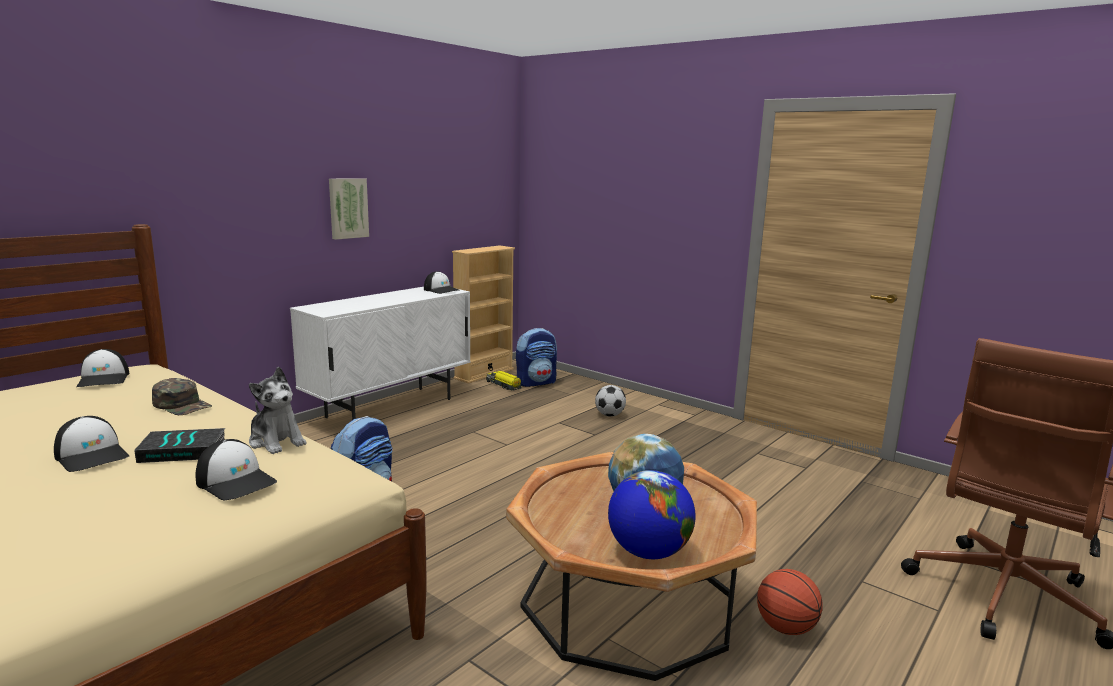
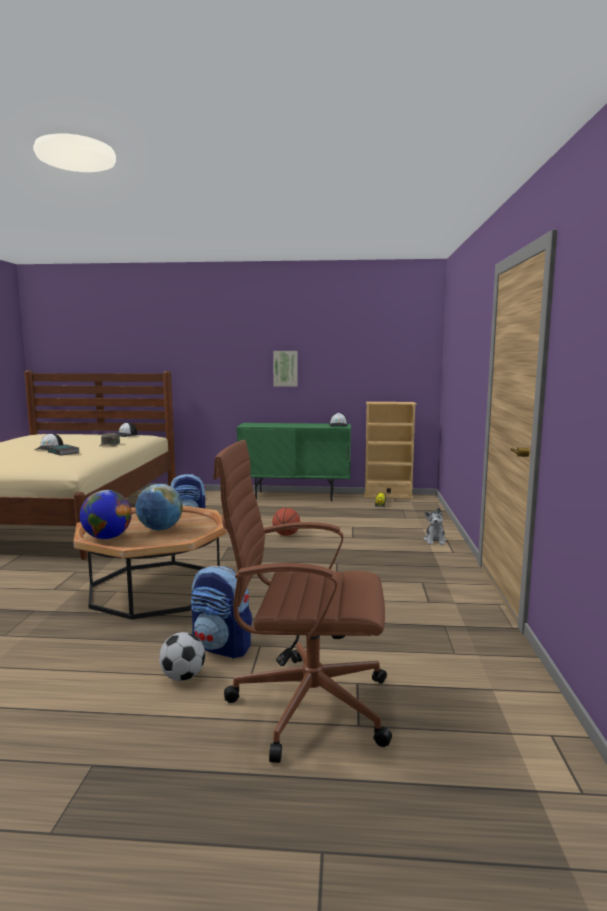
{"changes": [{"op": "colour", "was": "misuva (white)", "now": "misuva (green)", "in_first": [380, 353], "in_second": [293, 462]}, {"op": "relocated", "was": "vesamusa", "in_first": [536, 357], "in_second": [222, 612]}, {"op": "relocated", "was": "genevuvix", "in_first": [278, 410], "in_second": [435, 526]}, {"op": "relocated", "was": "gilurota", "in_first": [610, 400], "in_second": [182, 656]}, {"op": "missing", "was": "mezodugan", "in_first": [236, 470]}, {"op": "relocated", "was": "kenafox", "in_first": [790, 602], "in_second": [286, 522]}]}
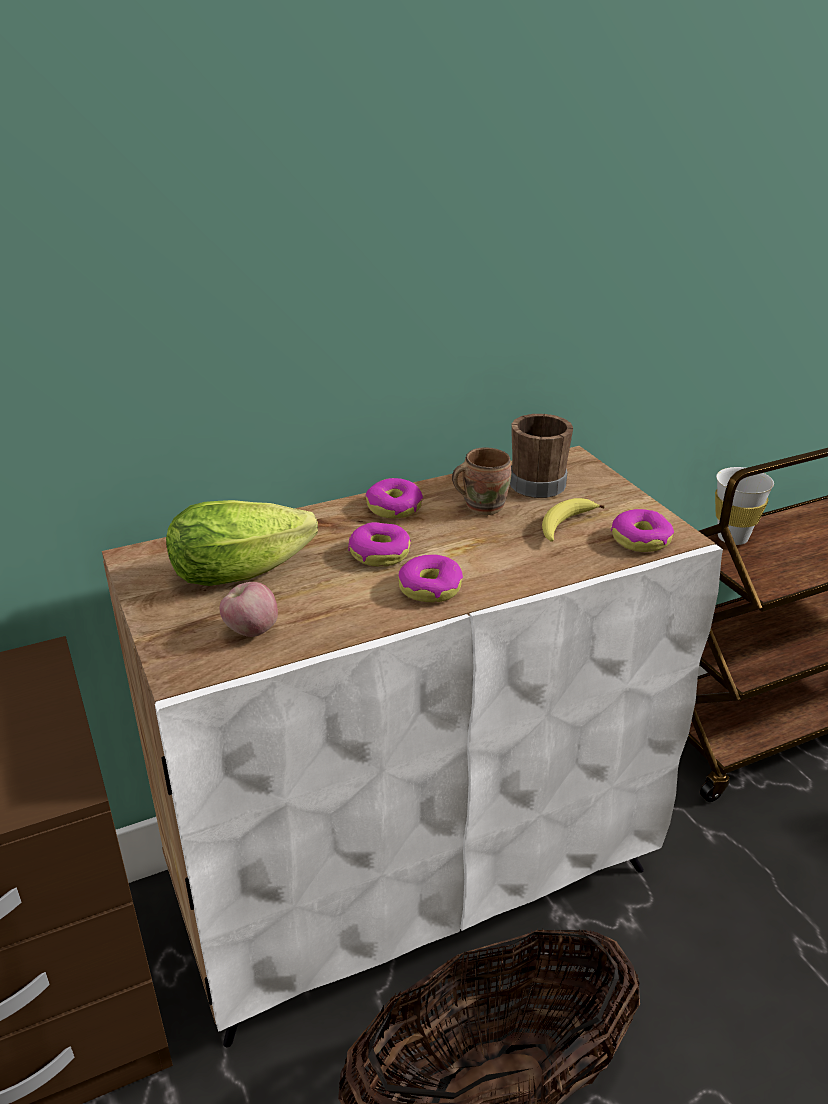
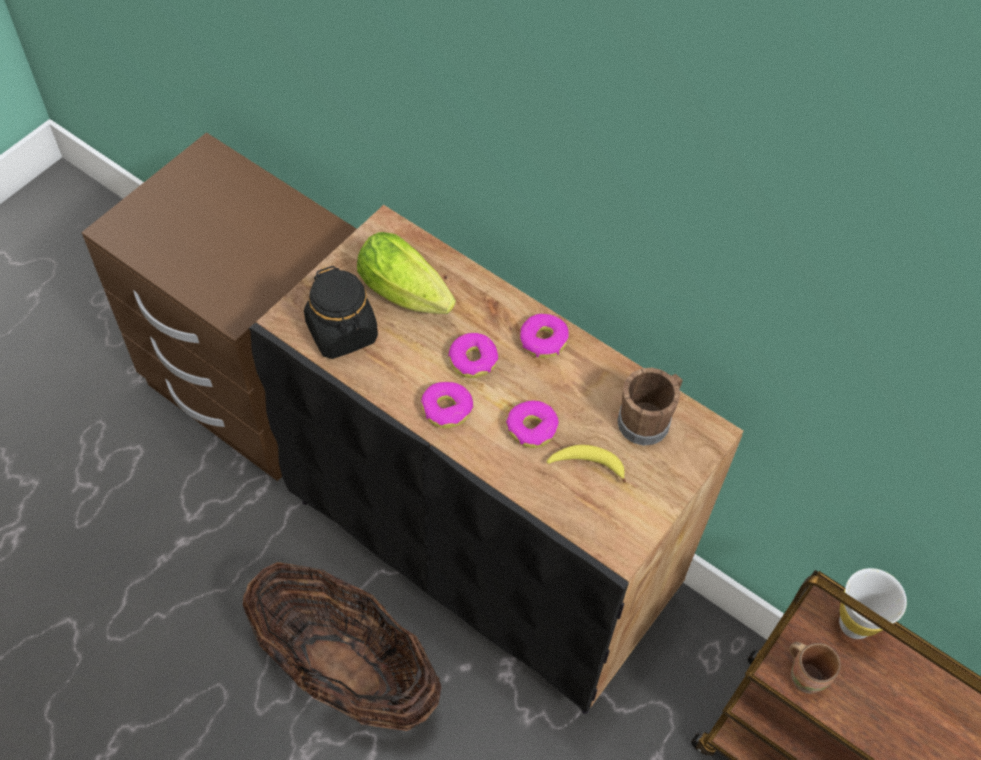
{"changes": [{"op": "colour", "was": "misuva (white)", "now": "misuva (black)", "in_first": [412, 747], "in_second": [496, 459]}, {"op": "relocated", "was": "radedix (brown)", "in_first": [481, 481], "in_second": [815, 668]}, {"op": "relocated", "was": "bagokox", "in_first": [642, 530], "in_second": [532, 424]}, {"op": "exchanged", "was": "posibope", "now": "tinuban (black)", "in_first": [249, 609], "in_second": [341, 312]}]}
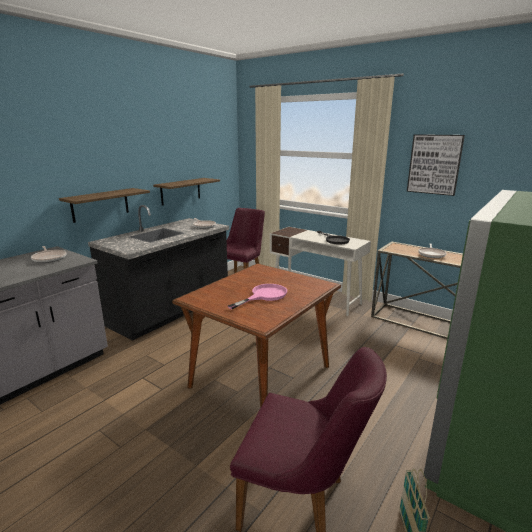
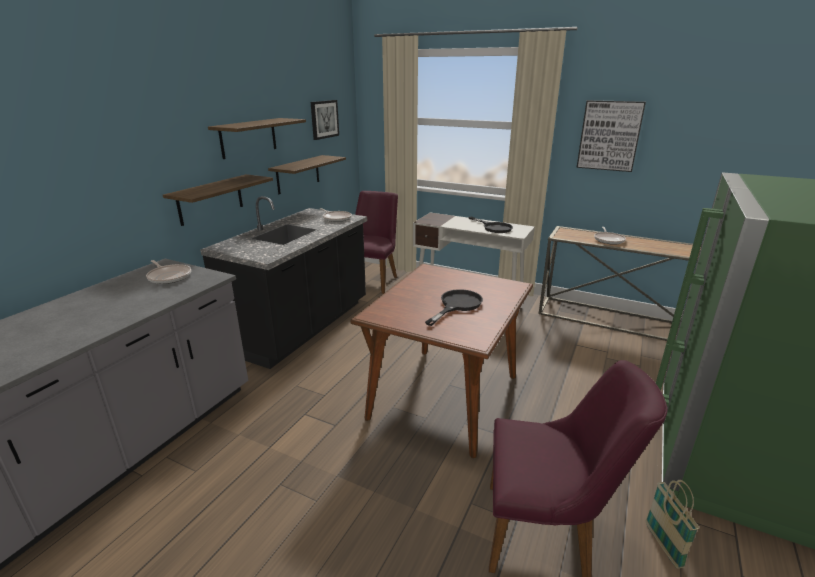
{"changes": [{"op": "colour", "was": "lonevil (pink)", "now": "lonevil (black)", "in_first": [257, 296], "in_second": [454, 307]}, {"op": "appeared", "now": "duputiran", "in_second": [325, 120]}, {"op": "appeared", "now": "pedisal", "in_second": [257, 138]}]}
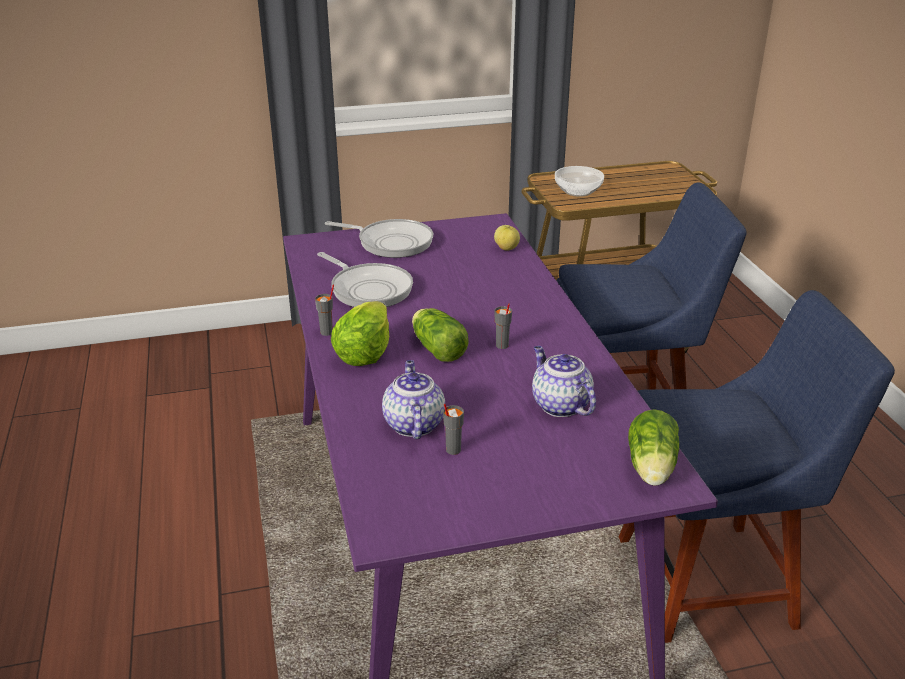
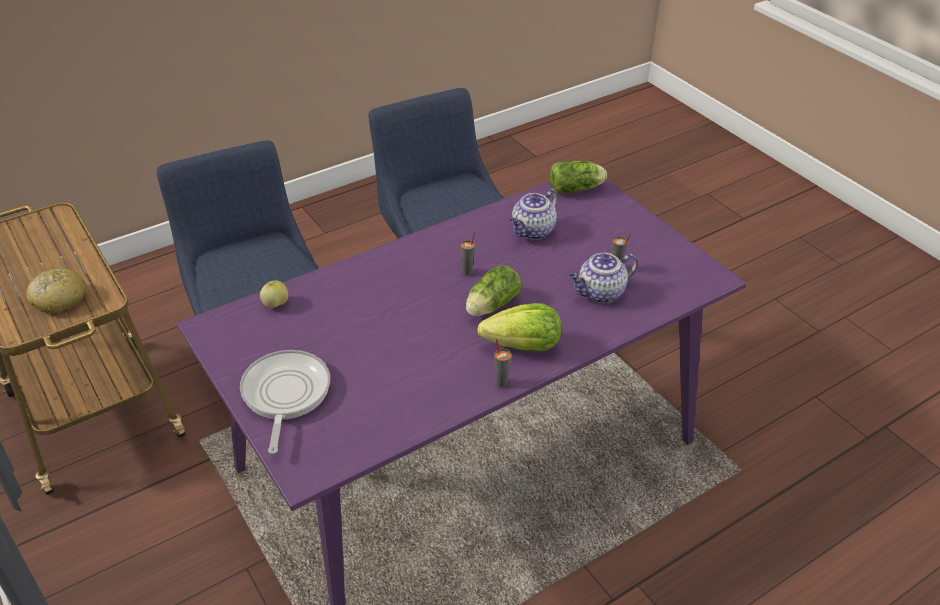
{"changes": [{"op": "exchanged", "was": "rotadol", "now": "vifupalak", "in_first": [579, 181], "in_second": [56, 290]}, {"op": "missing", "was": "lonevil", "in_first": [365, 279]}]}
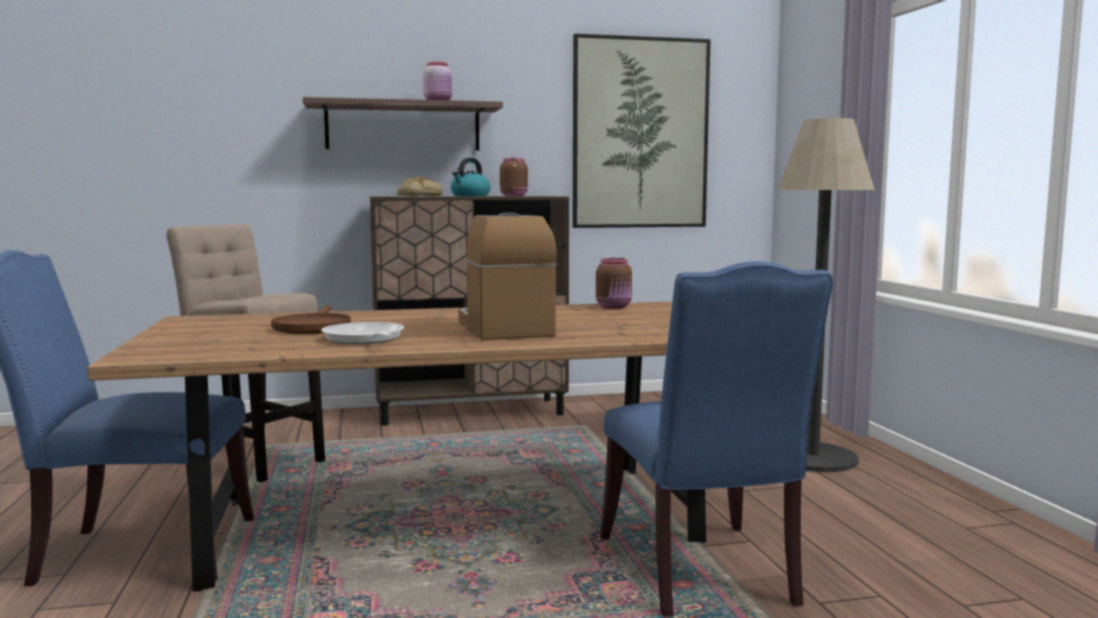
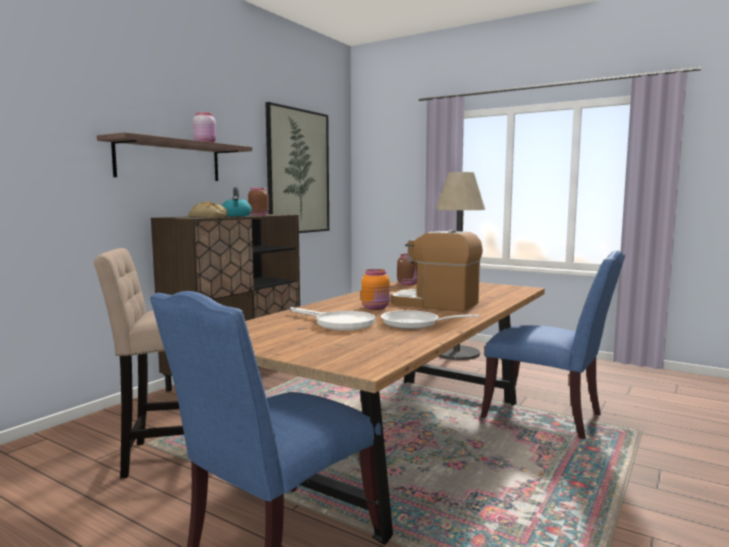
{"changes": [{"op": "colour", "was": "lonevil (brown)", "now": "lonevil (white)", "in_first": [311, 319], "in_second": [332, 319]}, {"op": "appeared", "now": "tinuban (orange)", "in_second": [375, 289]}]}
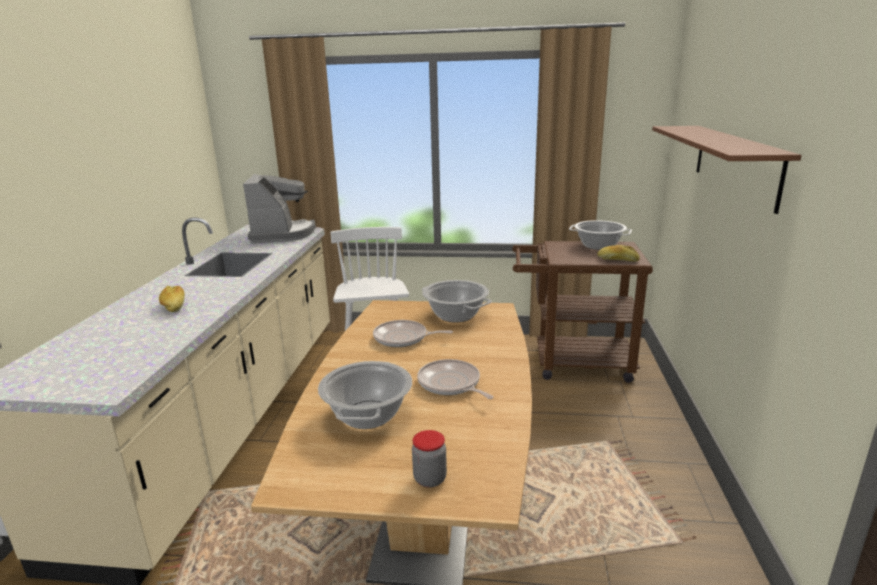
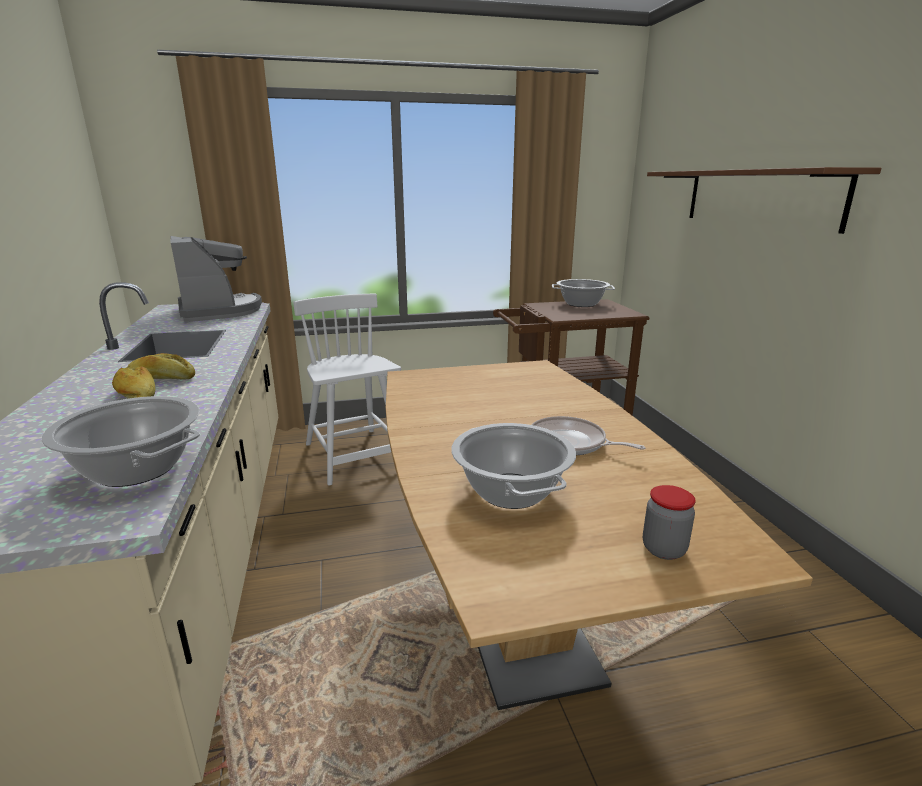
{"changes": [{"op": "relocated", "was": "vifupalak", "in_first": [618, 253], "in_second": [161, 366]}, {"op": "relocated", "was": "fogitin", "in_first": [457, 301], "in_second": [120, 441]}, {"op": "missing", "was": "lonevil", "in_first": [413, 333]}]}
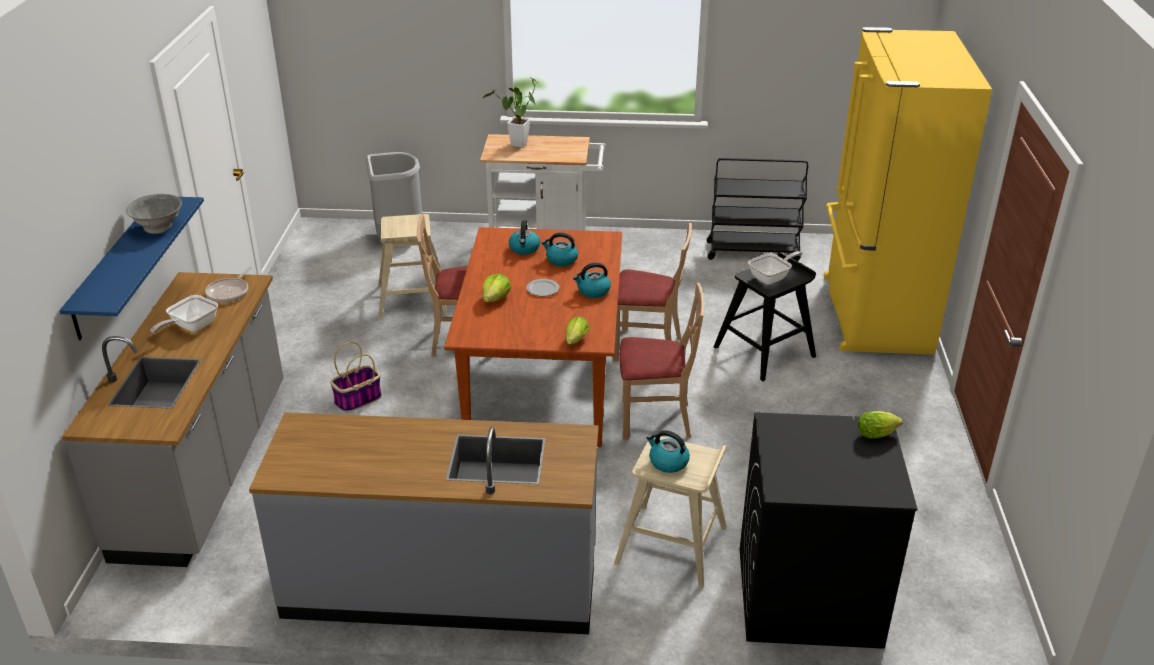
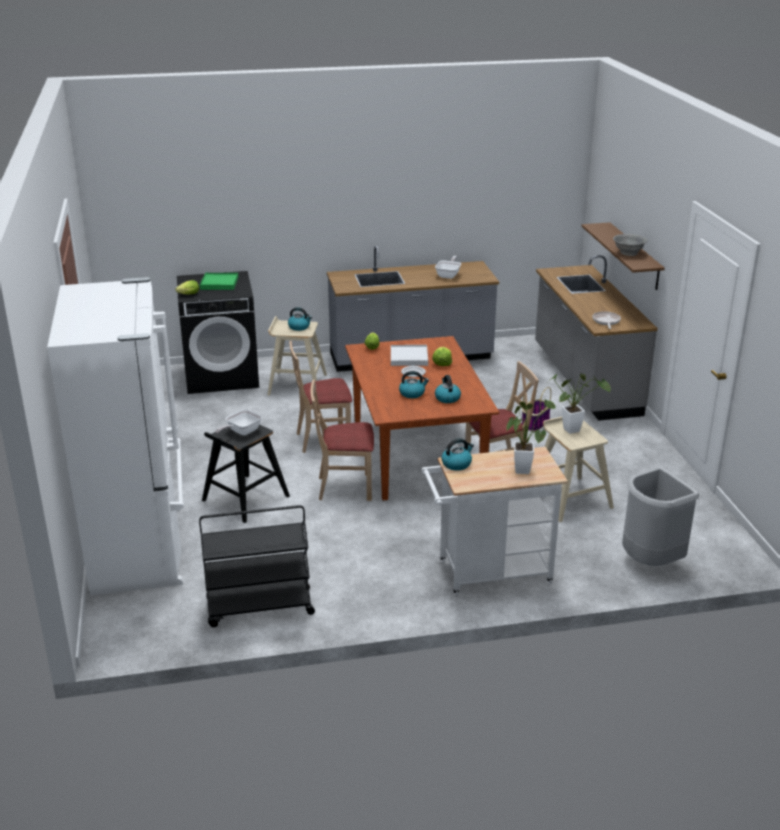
{"changes": [{"op": "colour", "was": "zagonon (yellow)", "now": "zagonon (white)", "in_first": [908, 191], "in_second": [115, 436]}, {"op": "colour", "was": "pedisal (blue)", "now": "pedisal (brown)", "in_first": [131, 268], "in_second": [623, 256]}, {"op": "relocated", "was": "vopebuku", "in_first": [592, 280], "in_second": [457, 454]}, {"op": "relocated", "was": "lonevil", "in_first": [184, 314], "in_second": [448, 267]}, {"op": "appeared", "now": "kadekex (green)", "in_second": [219, 281]}, {"op": "appeared", "now": "kadekex (white)", "in_second": [409, 355]}, {"op": "appeared", "now": "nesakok", "in_second": [579, 403]}]}
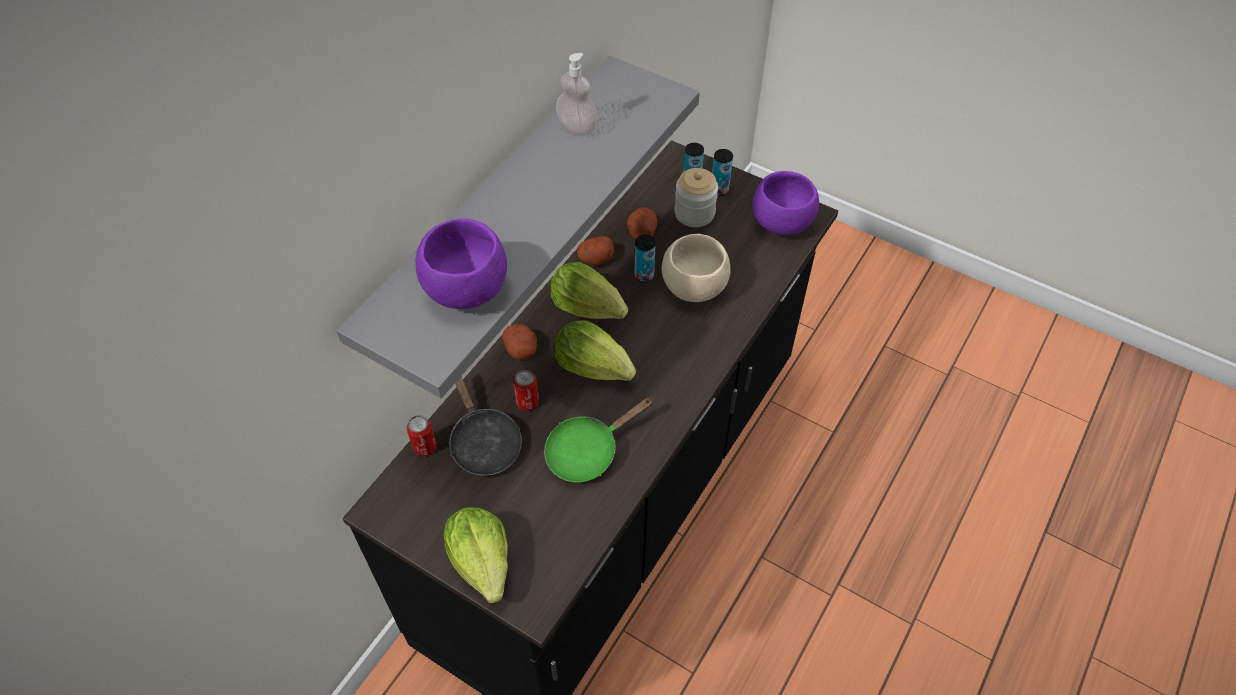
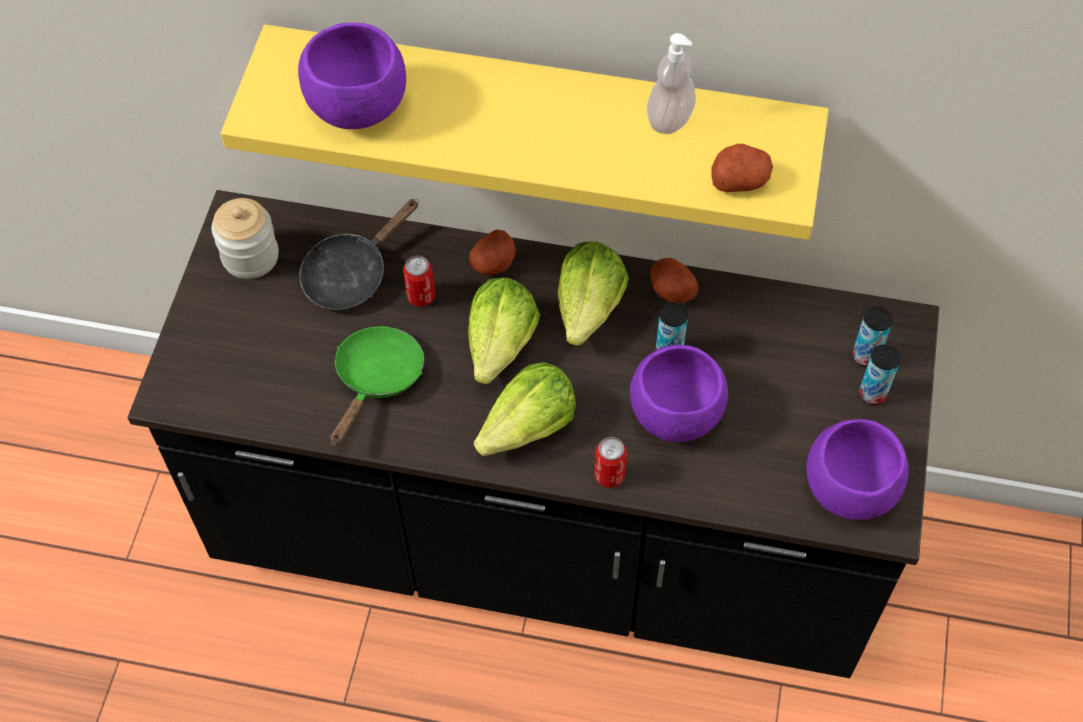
{"changes": [{"op": "colour", "was": "pedisal (grey)", "now": "pedisal (yellow)", "in_first": [518, 227], "in_second": [525, 132]}, {"op": "relocated", "was": "tinuban", "in_first": [696, 197], "in_second": [245, 238]}, {"op": "relocated", "was": "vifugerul", "in_first": [642, 223], "in_second": [742, 168]}, {"op": "colour", "was": "rotadol (beige)", "now": "rotadol (purple)", "in_first": [696, 268], "in_second": [679, 393]}, {"op": "spun", "was": "lonevil (green)", "in_first": [599, 440], "in_second": [377, 386], "clockwise": 75}, {"op": "relocated", "was": "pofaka", "in_first": [421, 436], "in_second": [610, 462]}, {"op": "relocated", "was": "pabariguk", "in_first": [475, 555], "in_second": [525, 409]}]}
